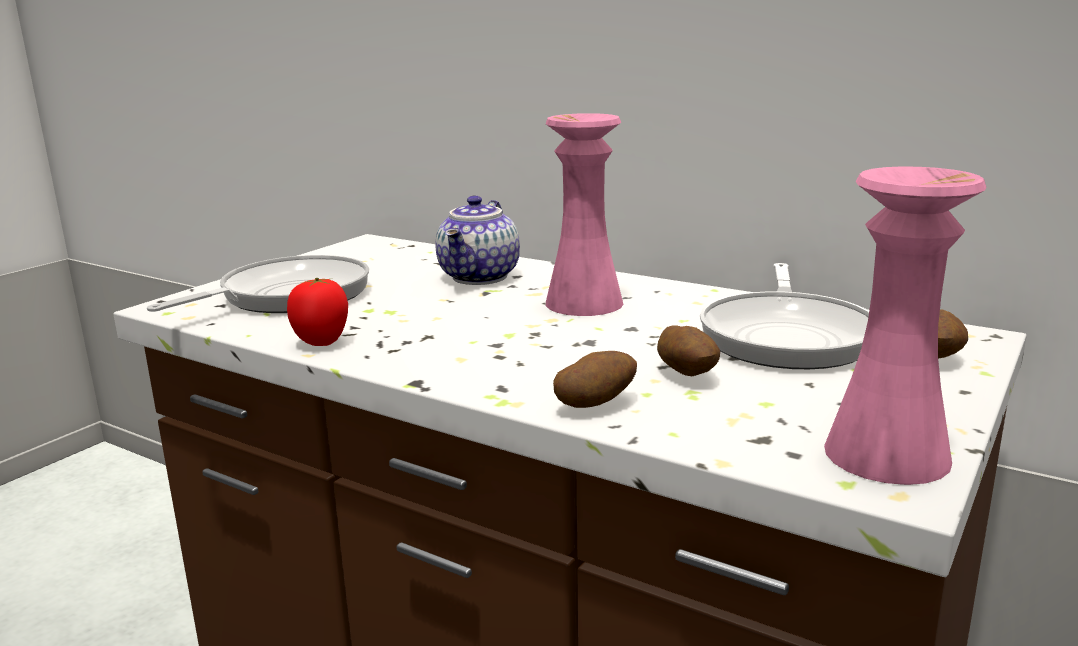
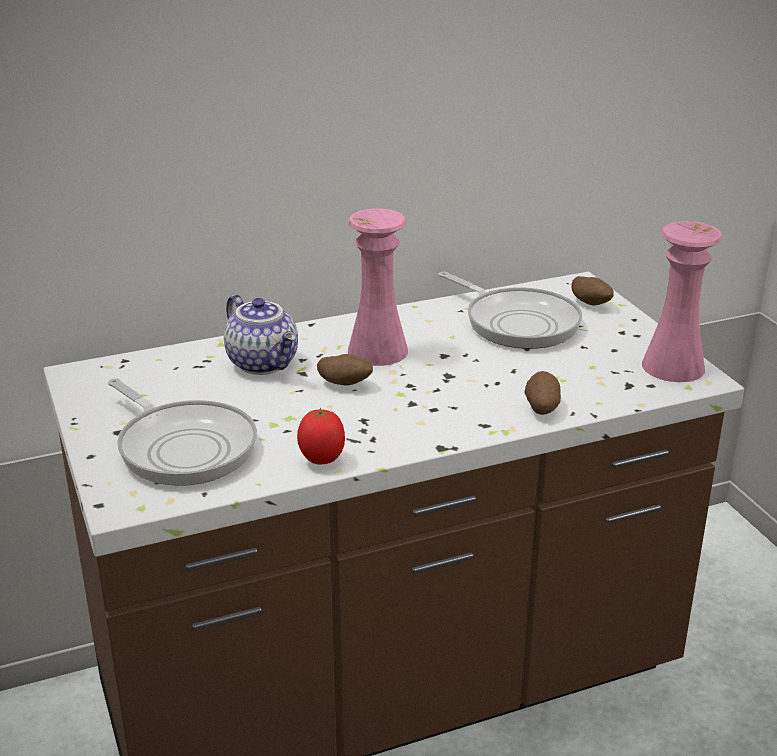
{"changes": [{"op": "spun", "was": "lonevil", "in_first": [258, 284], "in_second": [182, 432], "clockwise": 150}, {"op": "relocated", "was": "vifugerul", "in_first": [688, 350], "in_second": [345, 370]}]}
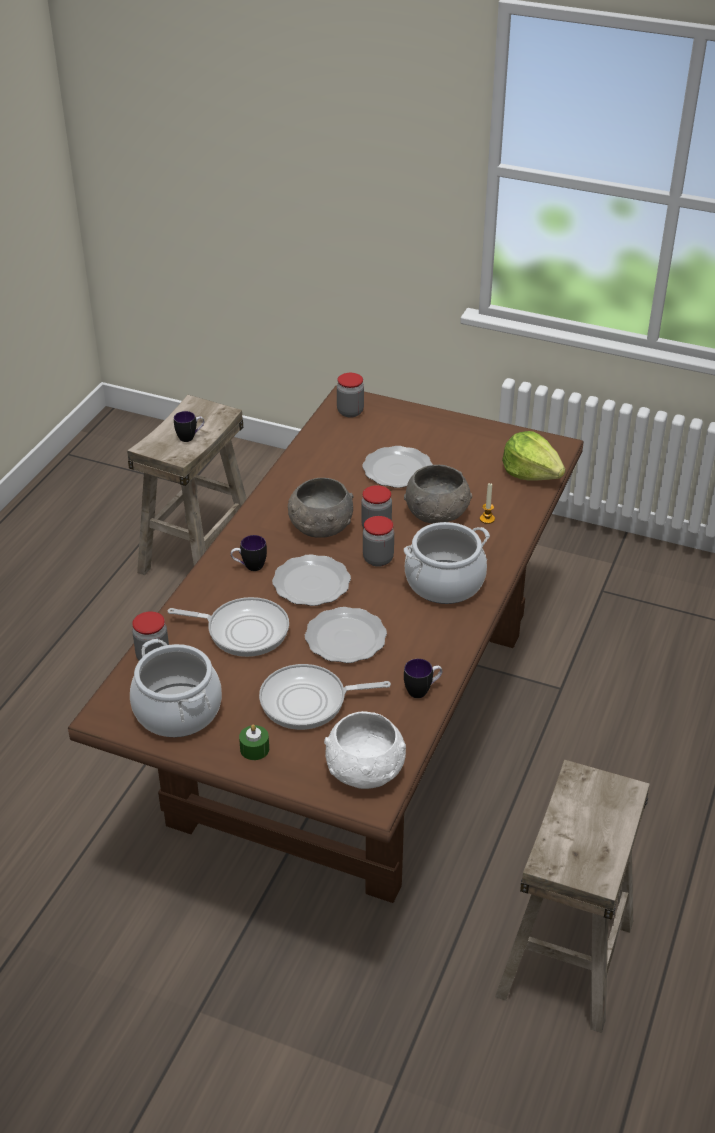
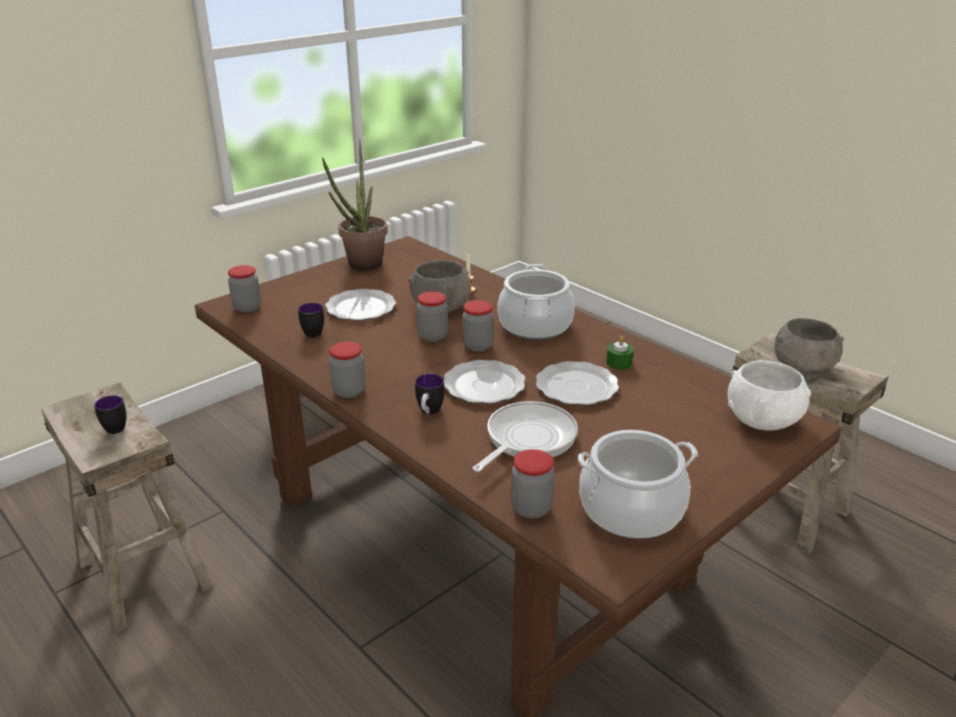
{"changes": [{"op": "missing", "was": "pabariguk", "in_first": [533, 456]}, {"op": "relocated", "was": "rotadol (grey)", "in_first": [321, 508], "in_second": [809, 346]}, {"op": "relocated", "was": "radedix", "in_first": [423, 678], "in_second": [311, 320]}, {"op": "missing", "was": "lonevil", "in_first": [325, 697]}, {"op": "relocated", "was": "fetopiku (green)", "in_first": [254, 742], "in_second": [620, 353]}, {"op": "appeared", "now": "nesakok", "in_second": [355, 204]}, {"op": "appeared", "now": "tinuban", "in_second": [347, 370]}]}
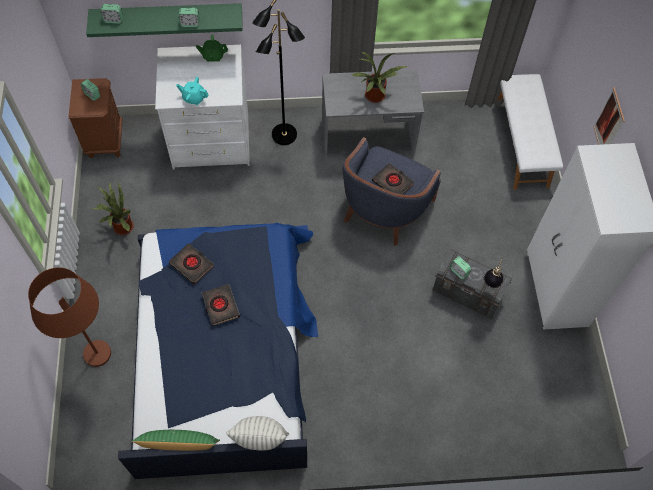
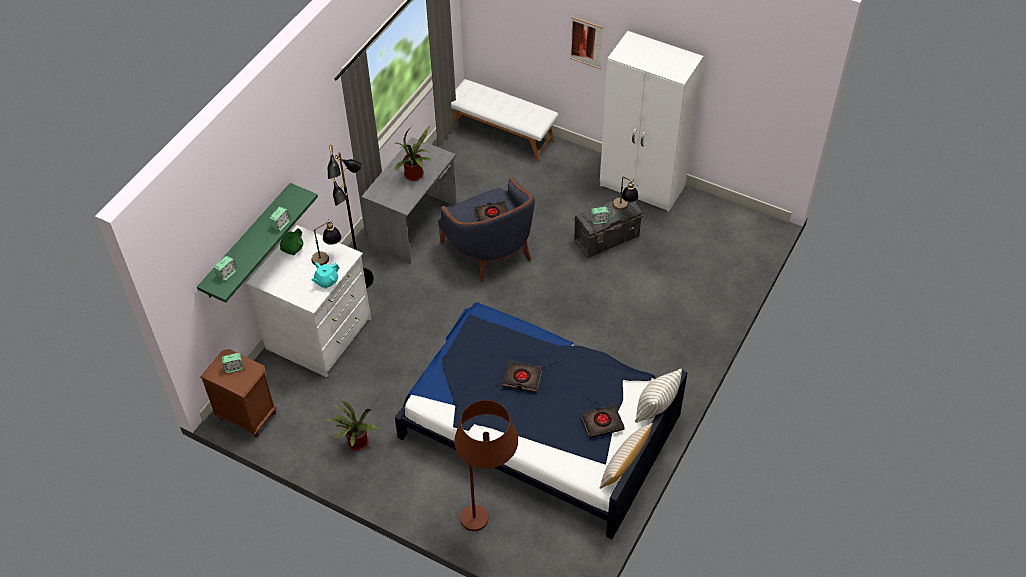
{"changes": [{"op": "relocated", "was": "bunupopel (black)", "in_first": [191, 264], "in_second": [603, 421]}, {"op": "colour", "was": "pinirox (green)", "now": "pinirox (beige)", "in_first": [176, 440], "in_second": [626, 456]}, {"op": "appeared", "now": "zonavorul", "in_second": [326, 242]}]}
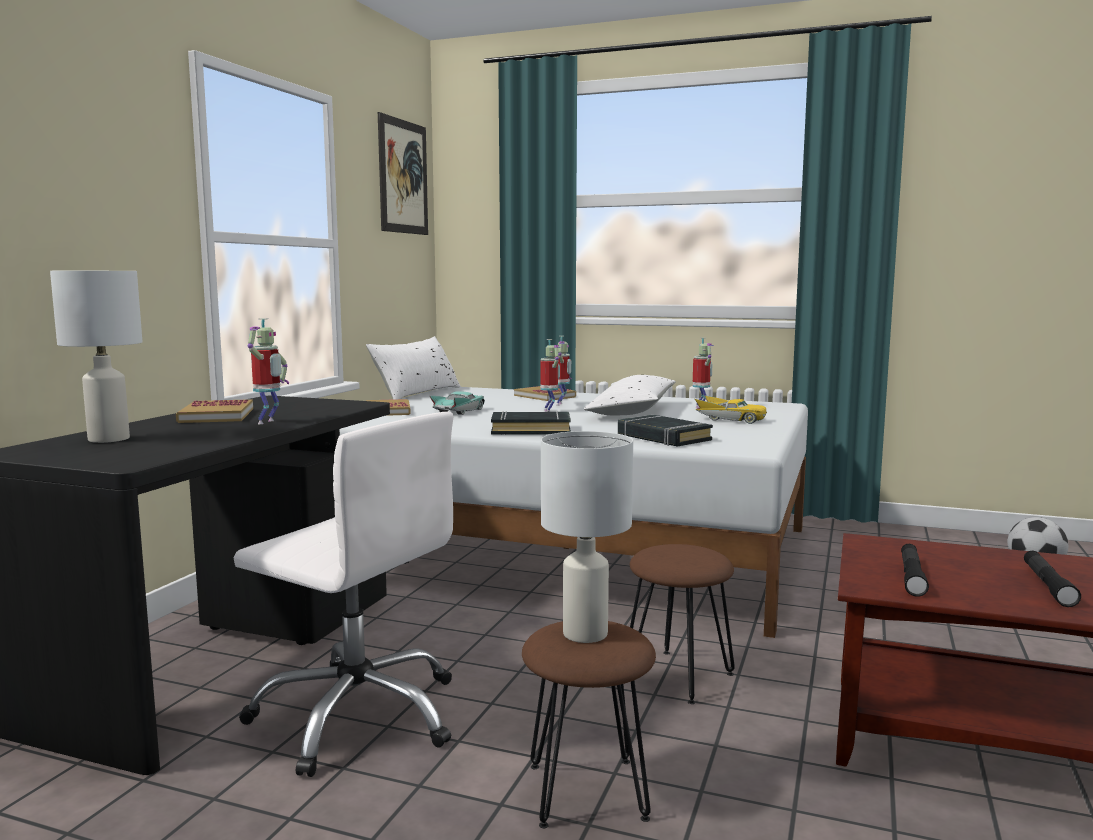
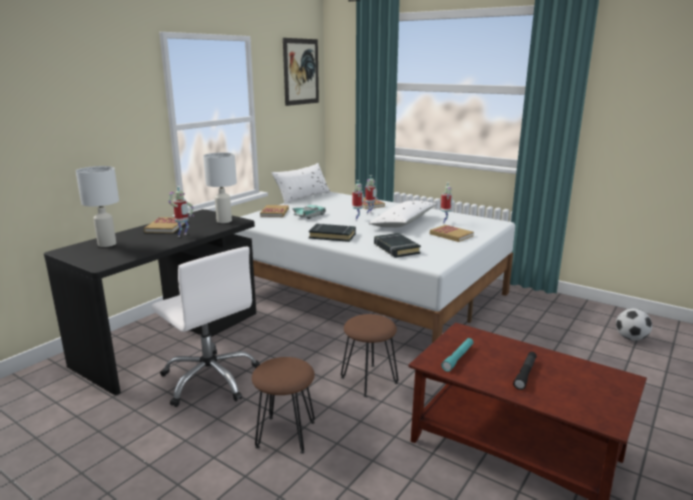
{"changes": [{"op": "exchanged", "was": "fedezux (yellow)", "now": "bunupopel", "in_first": [731, 409], "in_second": [452, 233]}, {"op": "relocated", "was": "zonavorul (white)", "in_first": [587, 537], "in_second": [220, 187]}, {"op": "colour", "was": "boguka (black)", "now": "boguka (turquoise)", "in_first": [915, 570], "in_second": [457, 355]}]}
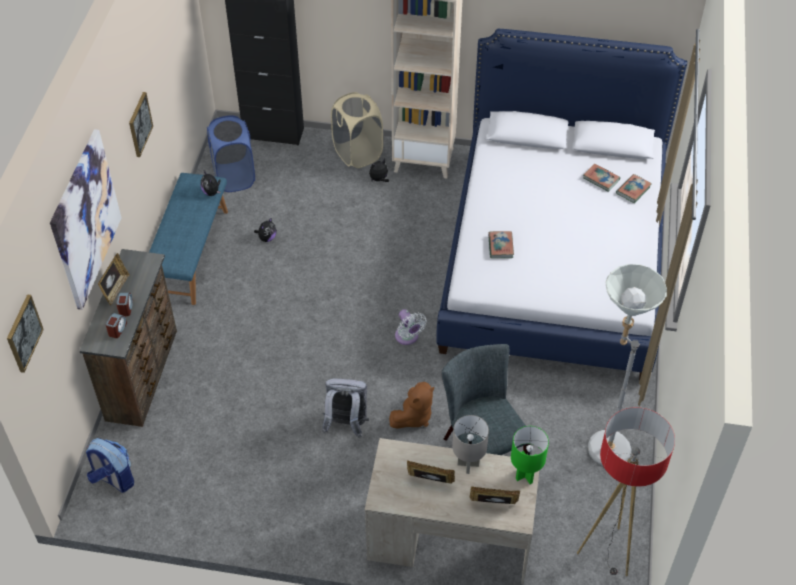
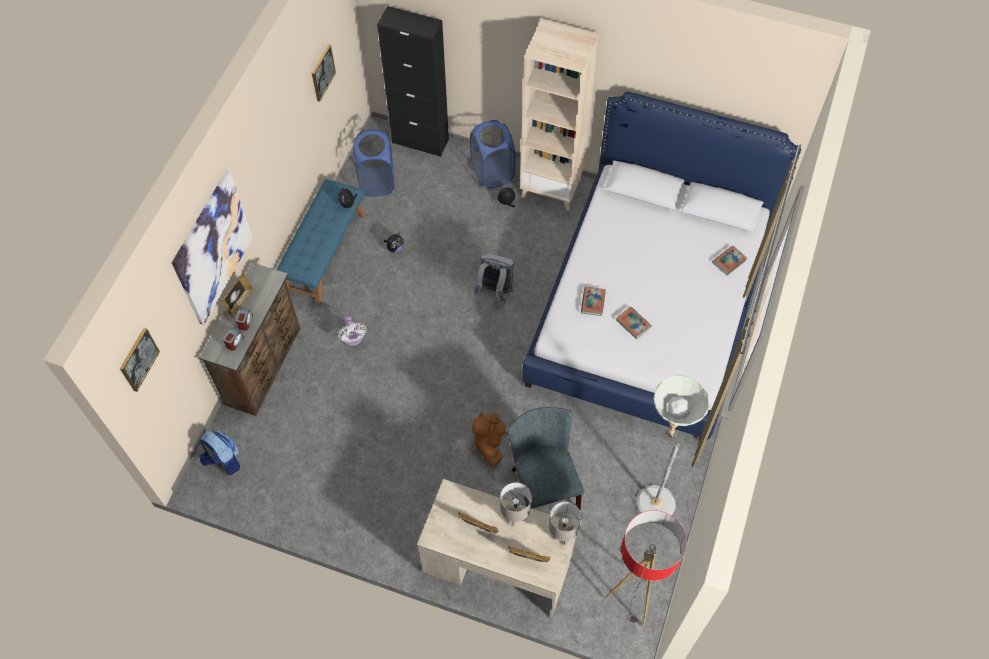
{"changes": [{"op": "relocated", "was": "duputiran", "in_first": [141, 124], "in_second": [324, 73]}, {"op": "colour", "was": "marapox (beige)", "now": "marapox (blue)", "in_first": [357, 130], "in_second": [492, 154]}, {"op": "relocated", "was": "bunupopel", "in_first": [601, 178], "in_second": [634, 322]}, {"op": "relocated", "was": "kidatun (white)", "in_first": [411, 327], "in_second": [352, 331]}, {"op": "relocated", "was": "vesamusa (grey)", "in_first": [345, 408], "in_second": [494, 279]}, {"op": "spun", "was": "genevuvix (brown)", "in_first": [411, 405], "in_second": [489, 439], "clockwise": 135}, {"op": "colour", "was": "zonavorul (green)", "now": "zonavorul (grey)", "in_first": [530, 455], "in_second": [565, 523]}]}
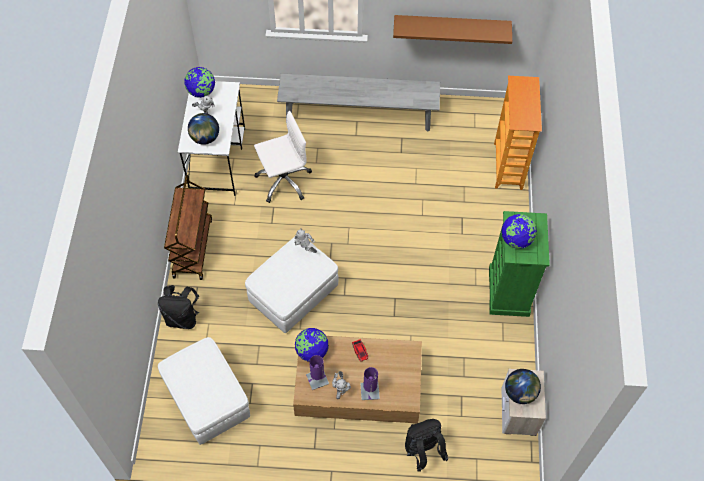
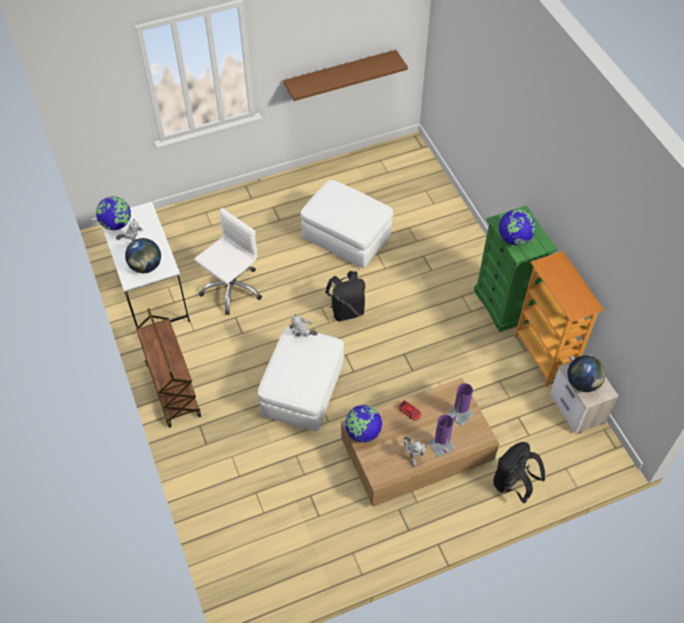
{"changes": [{"op": "missing", "was": "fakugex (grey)", "in_first": [358, 102]}, {"op": "relocated", "was": "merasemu", "in_first": [518, 133], "in_second": [559, 319]}, {"op": "relocated", "was": "vesamusa (black)", "in_first": [178, 307], "in_second": [345, 296]}, {"op": "relocated", "was": "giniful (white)", "in_first": [204, 391], "in_second": [346, 224]}, {"op": "relocated", "was": "zonavorul (purple)", "in_first": [317, 372], "in_second": [460, 404]}]}
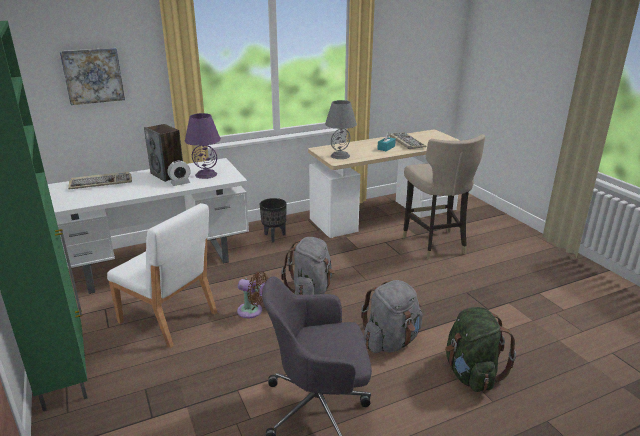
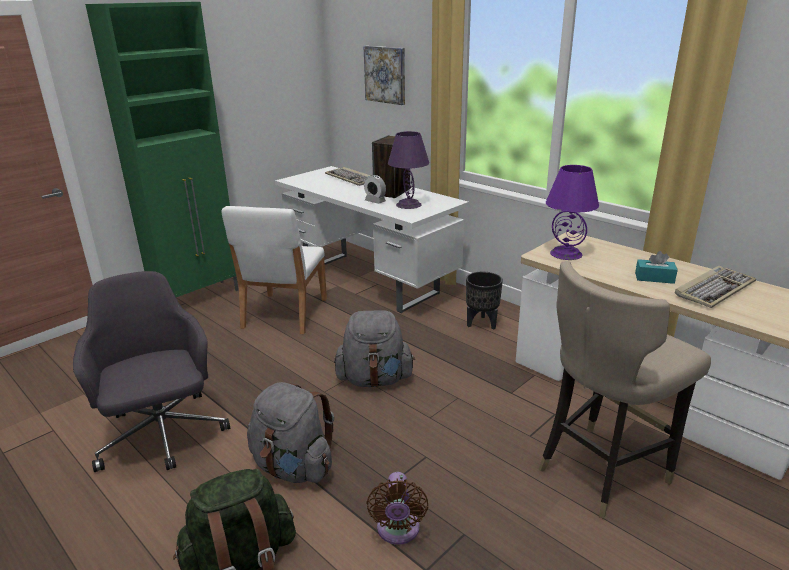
{"changes": [{"op": "colour", "was": "zonavorul (grey)", "now": "zonavorul (purple)", "in_first": [341, 129], "in_second": [572, 212]}, {"op": "relocated", "was": "kidatun (brown)", "in_first": [252, 294], "in_second": [397, 508]}]}
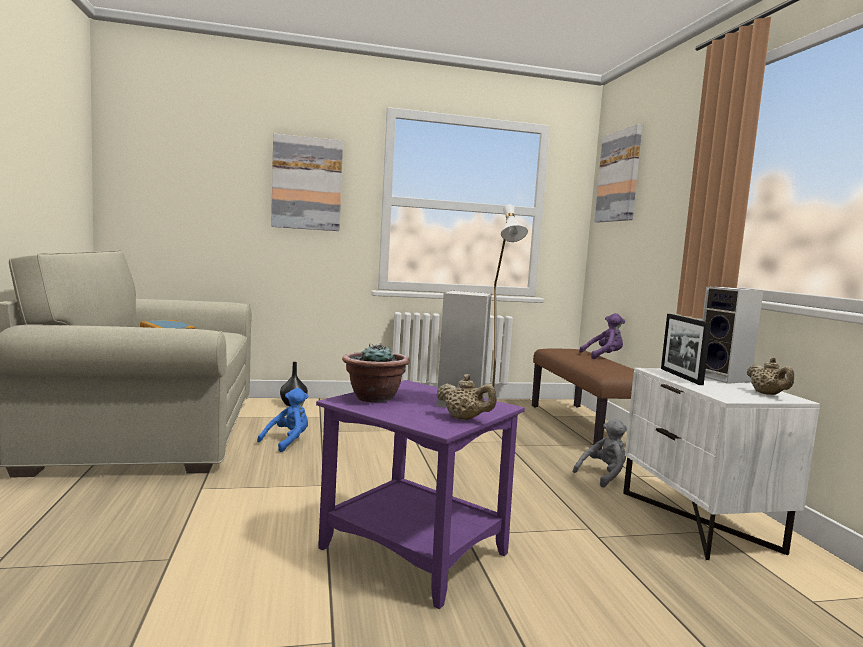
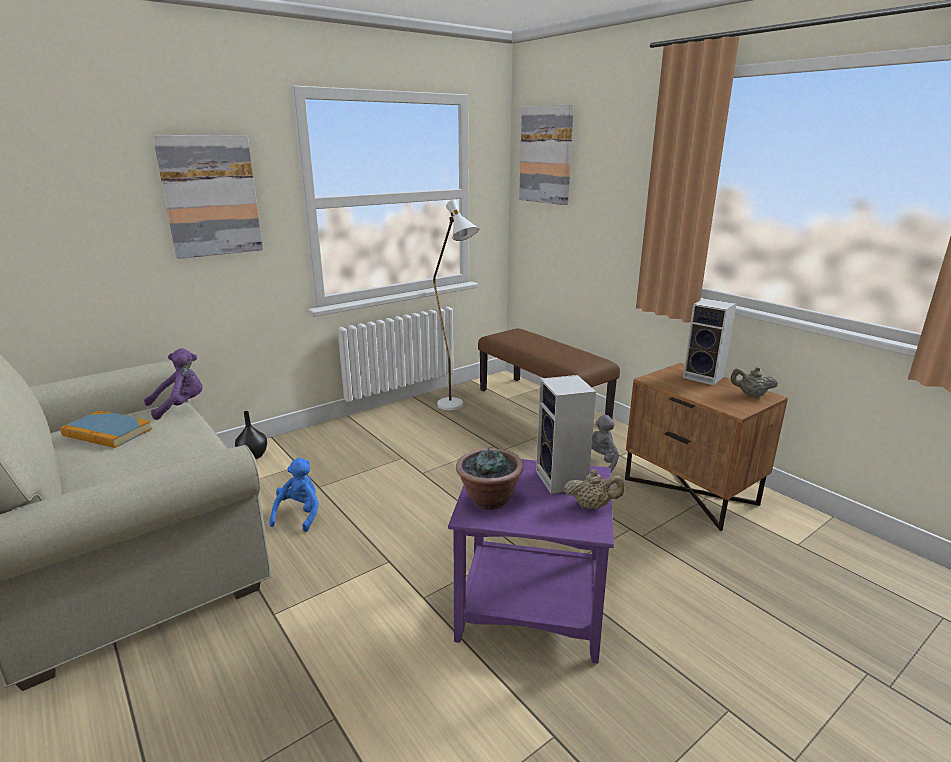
{"changes": [{"op": "relocated", "was": "genevuvix (purple)", "in_first": [602, 336], "in_second": [173, 384]}, {"op": "missing", "was": "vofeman", "in_first": [686, 349]}, {"op": "spun", "was": "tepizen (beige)", "in_first": [770, 376], "in_second": [754, 382], "clockwise": 150}, {"op": "colour", "was": "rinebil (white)", "now": "rinebil (brown)", "in_first": [721, 464], "in_second": [706, 447]}]}
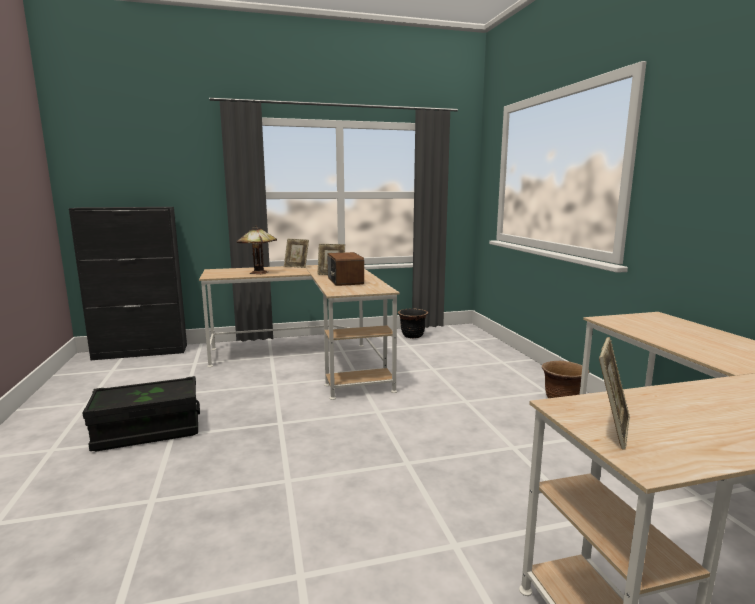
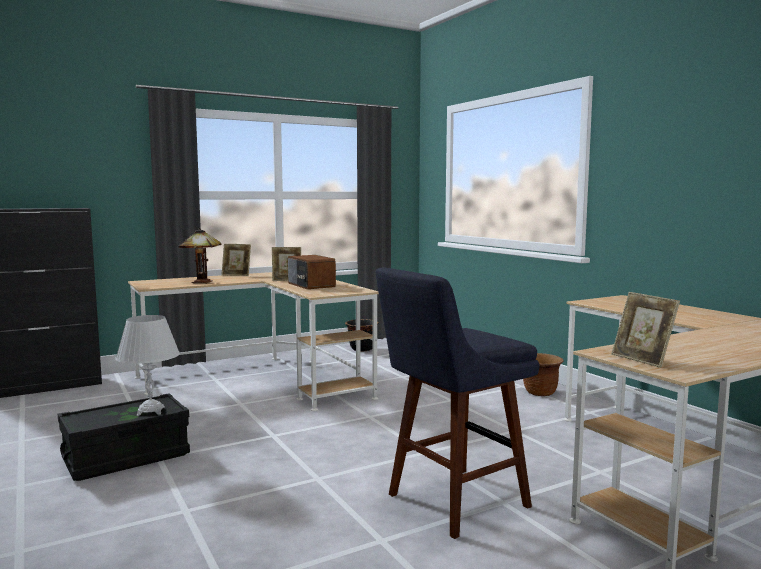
{"changes": [{"op": "spun", "was": "vofeman", "in_first": [614, 393], "in_second": [645, 330], "clockwise": 135}, {"op": "appeared", "now": "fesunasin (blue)", "in_second": [457, 403]}, {"op": "appeared", "now": "zonavorul (white)", "in_second": [147, 365]}]}
